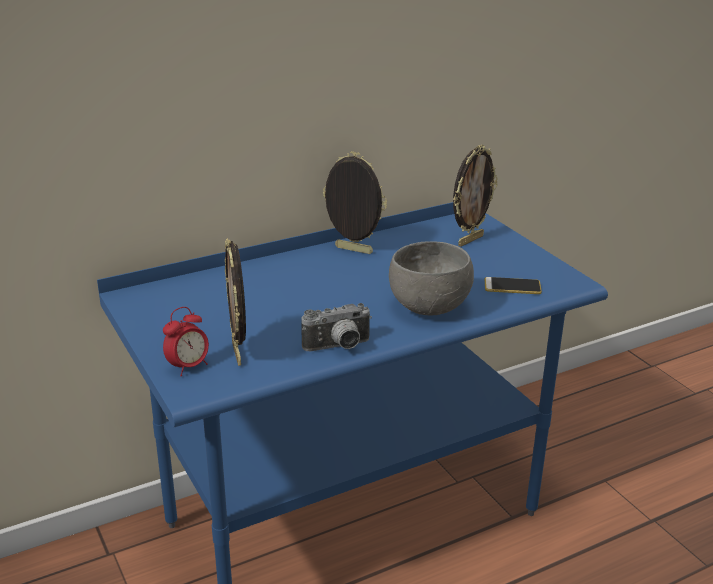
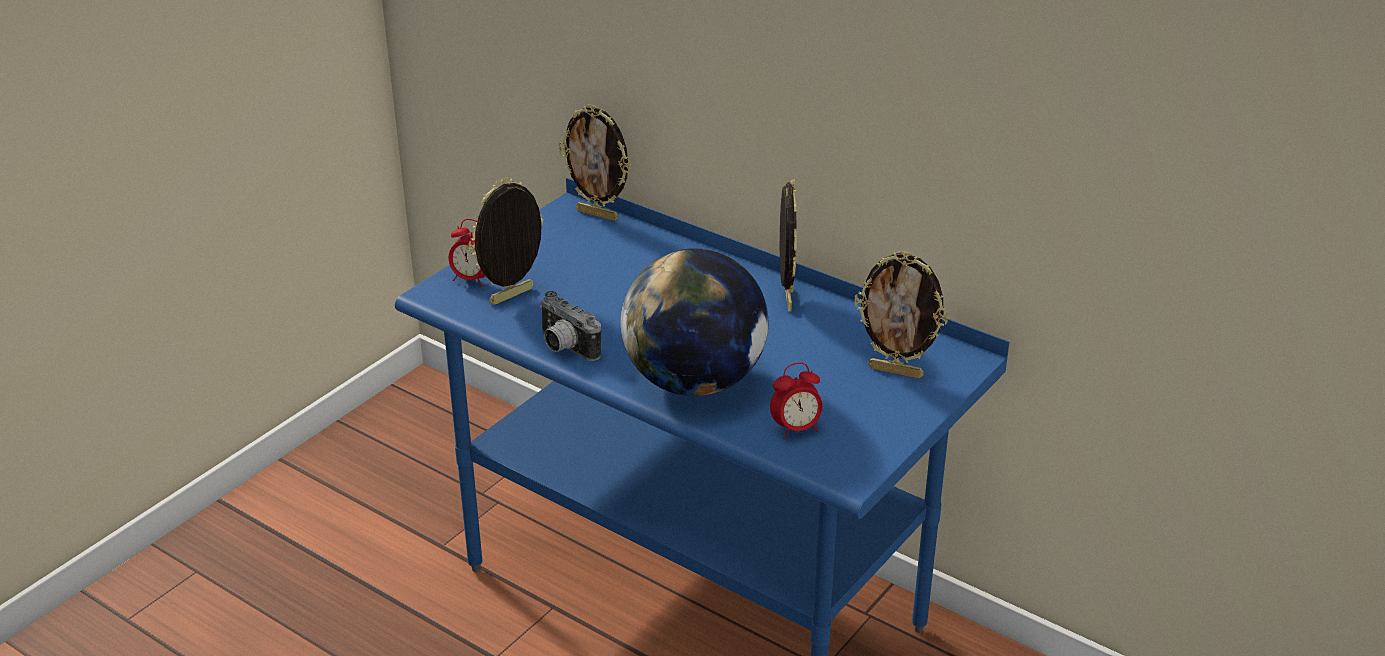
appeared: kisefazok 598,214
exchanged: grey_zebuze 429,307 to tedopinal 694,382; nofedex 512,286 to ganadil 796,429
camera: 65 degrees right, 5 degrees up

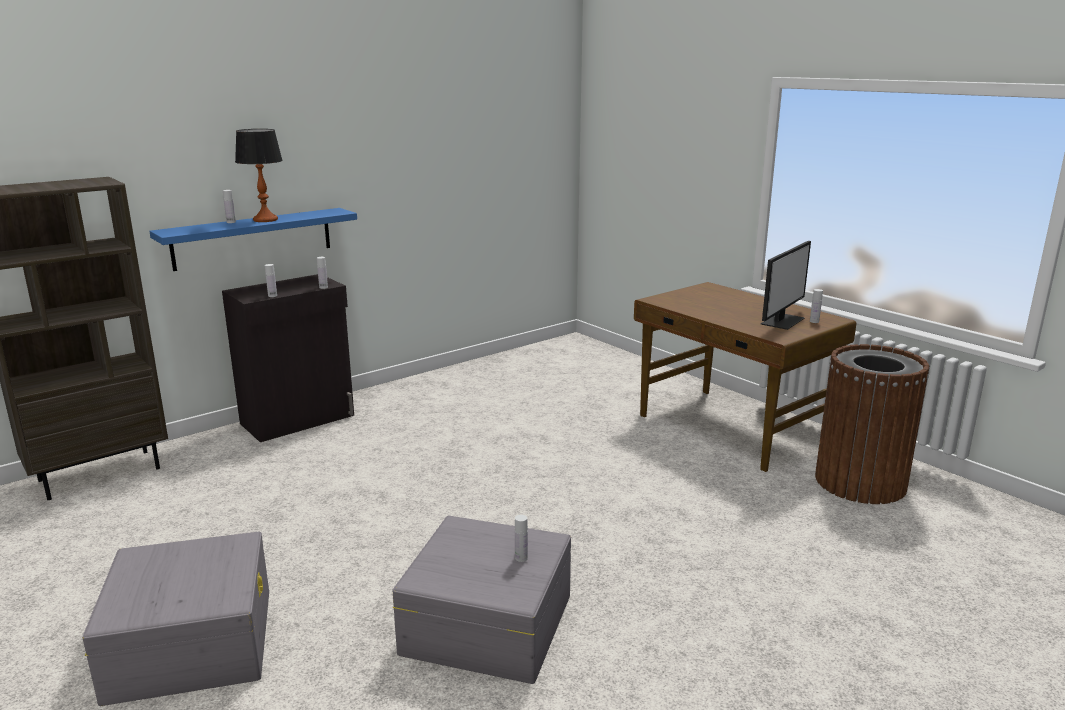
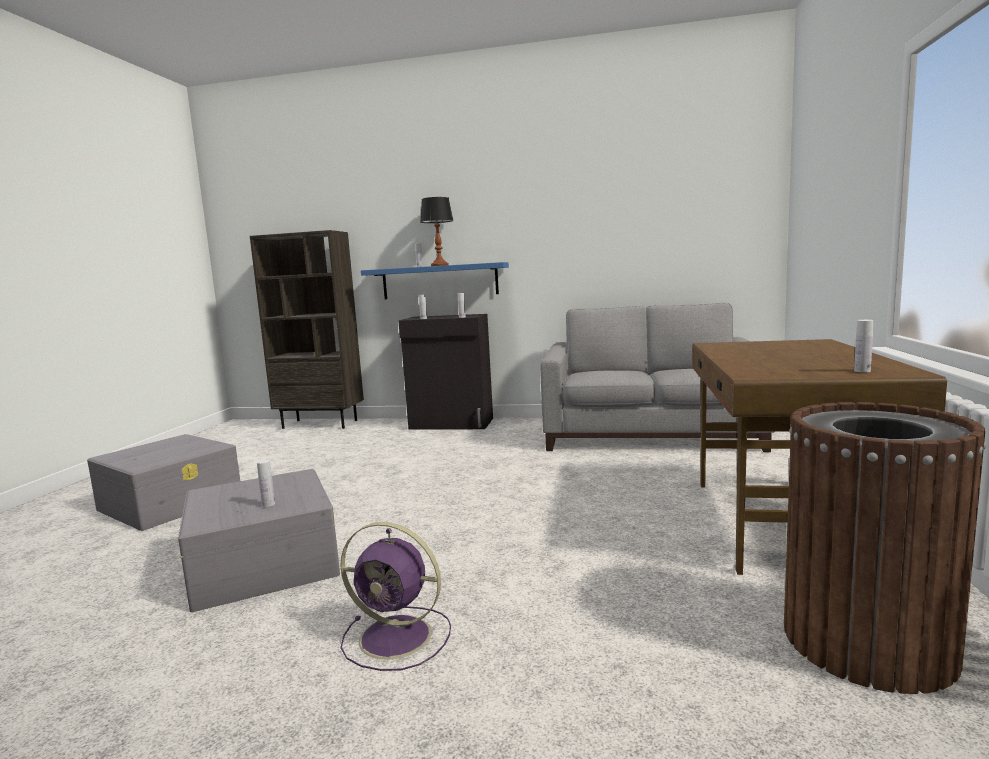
missing: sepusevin 781,321
appeared: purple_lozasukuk 398,637; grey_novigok 650,433
camera: 50 degrees right, 10 degrees down

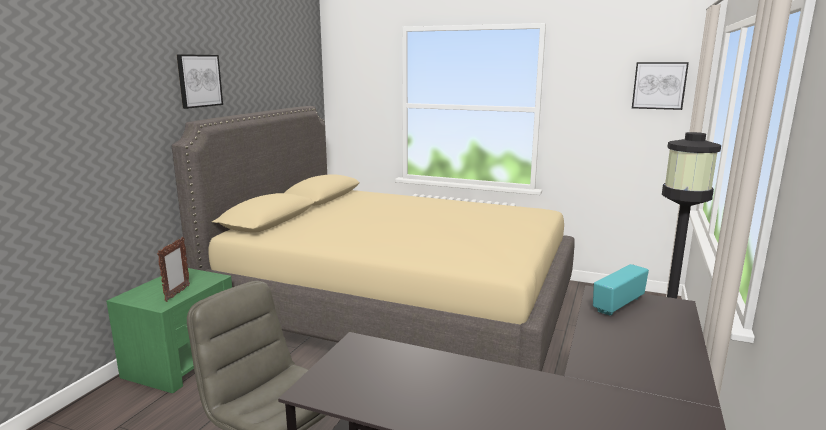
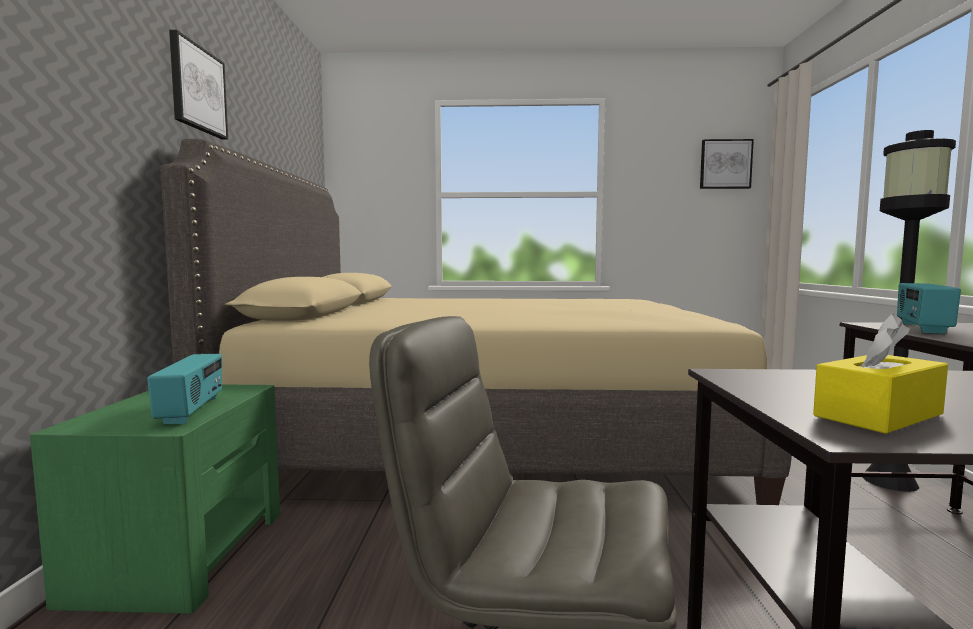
appeared: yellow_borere 878,415
exchanged: kisefazok 177,293 to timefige 192,410
camera: 20 degrees left, 10 degrees down

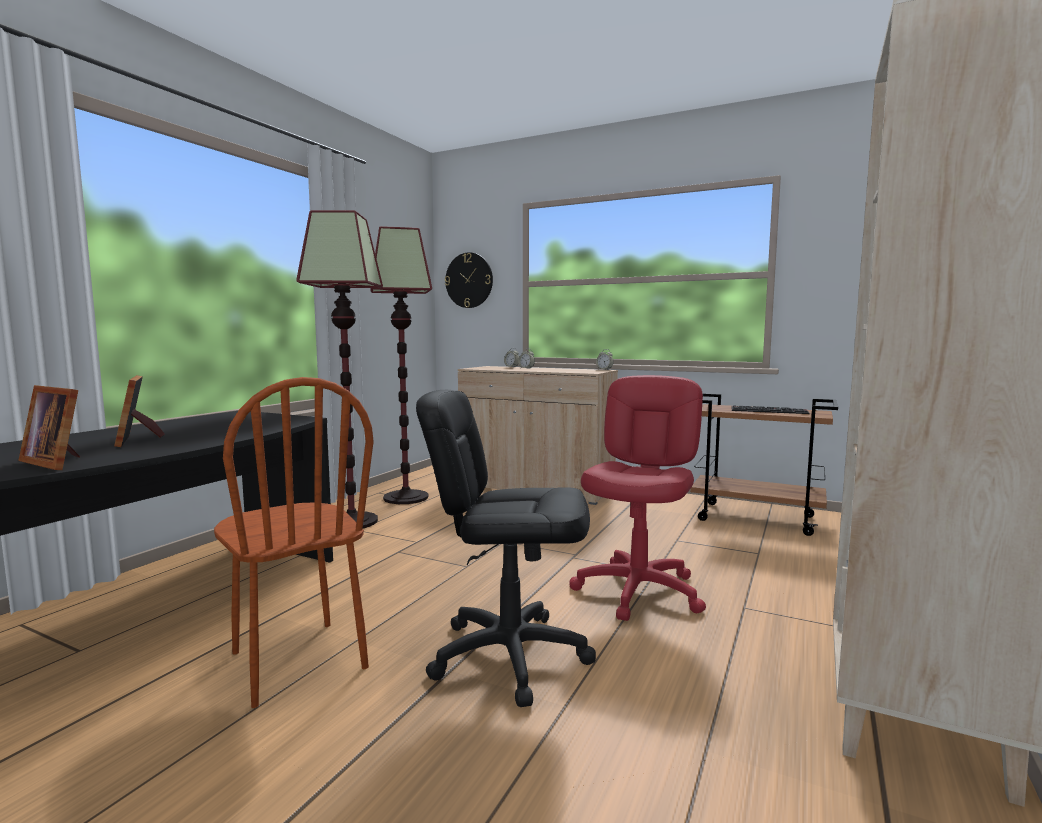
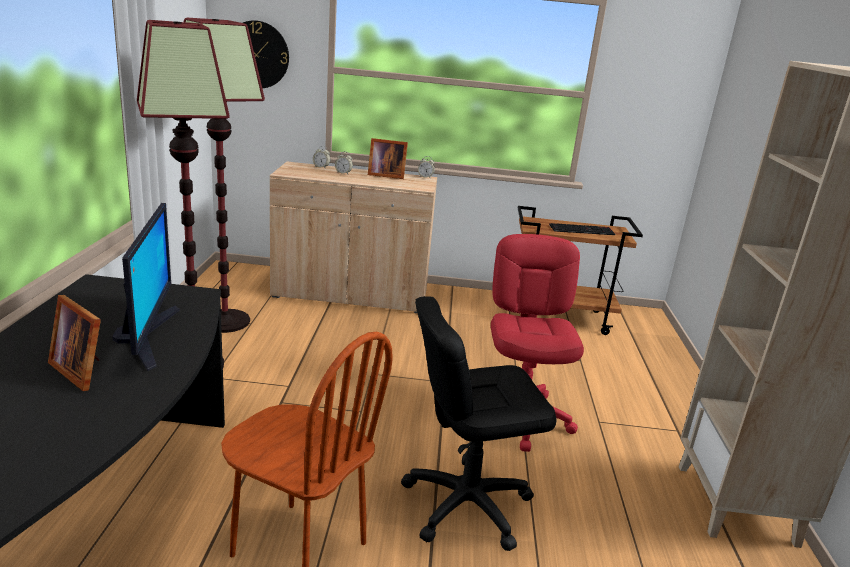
appeared: sepusevin 147,336
relocated: kisefazok 58,462 to 385,175
camera: 25 degrees left, 15 degrees up

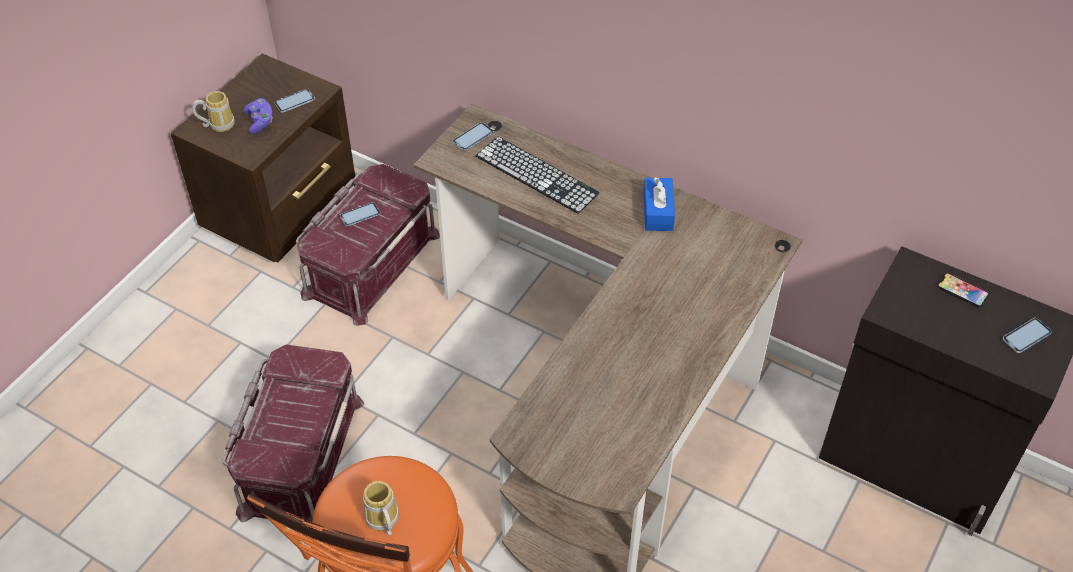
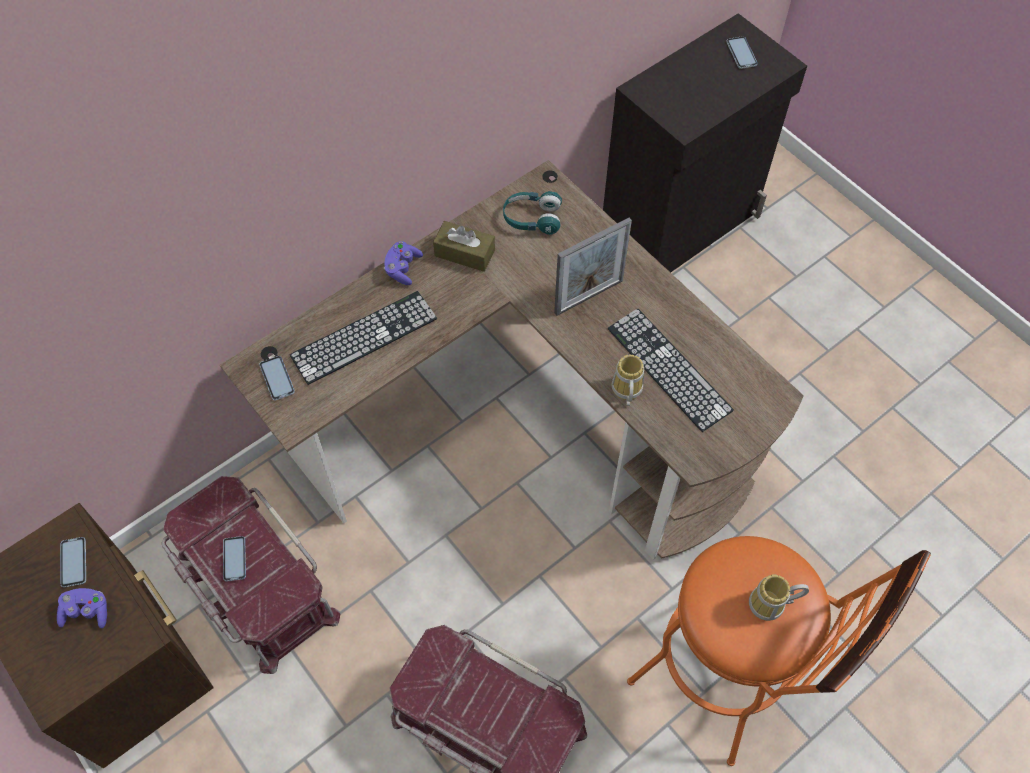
missing: nofedex 962,291
appeared: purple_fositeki 403,268; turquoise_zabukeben 532,219; kisefazok 588,297; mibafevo 668,369
relocated: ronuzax 218,124 to 625,392
colour: blue_borere 658,212 to brown_borere 464,253
camera: 70 degrees left, 10 degrees up

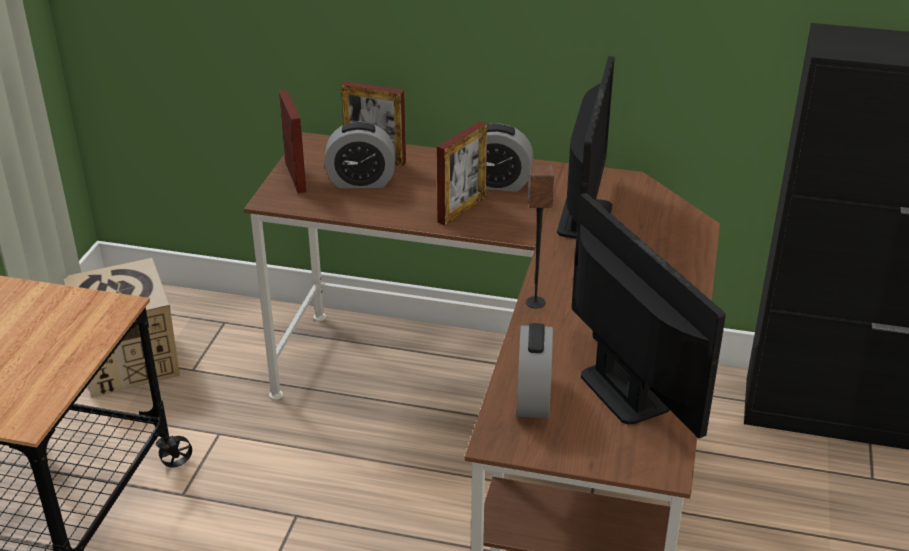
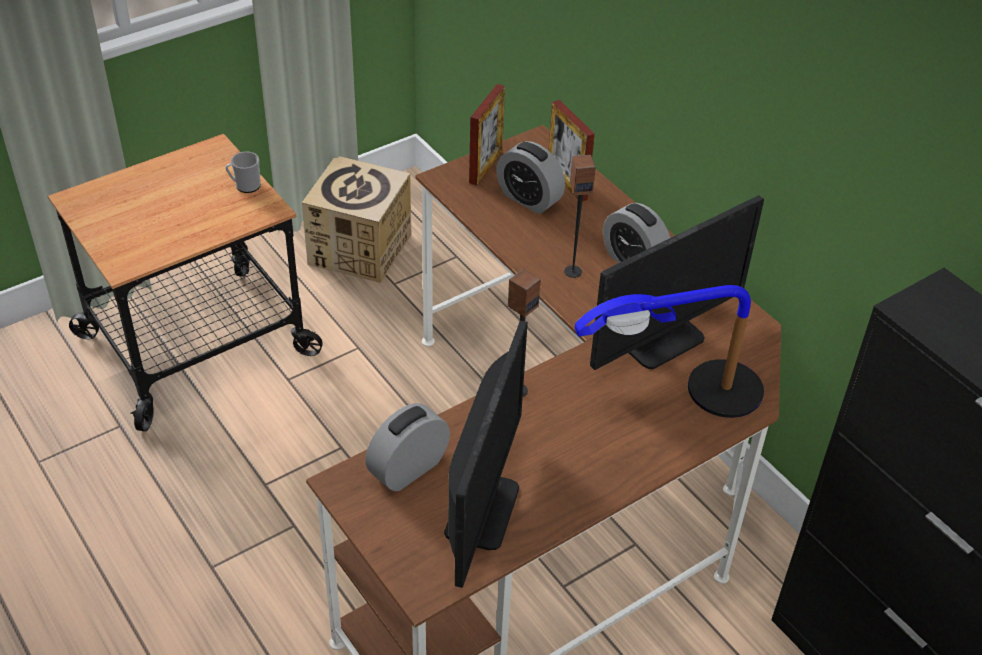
appeared: ronuzax 245,186; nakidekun 685,396
exchanged: kisefazok 462,210 to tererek 572,271
camera: 40 degrees right, 10 degrees up

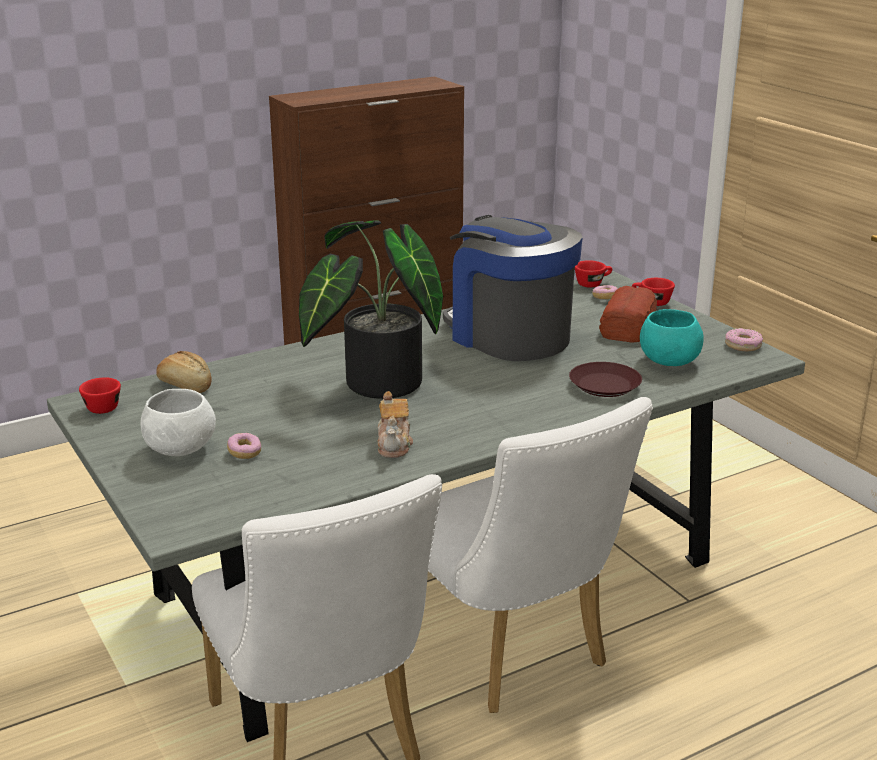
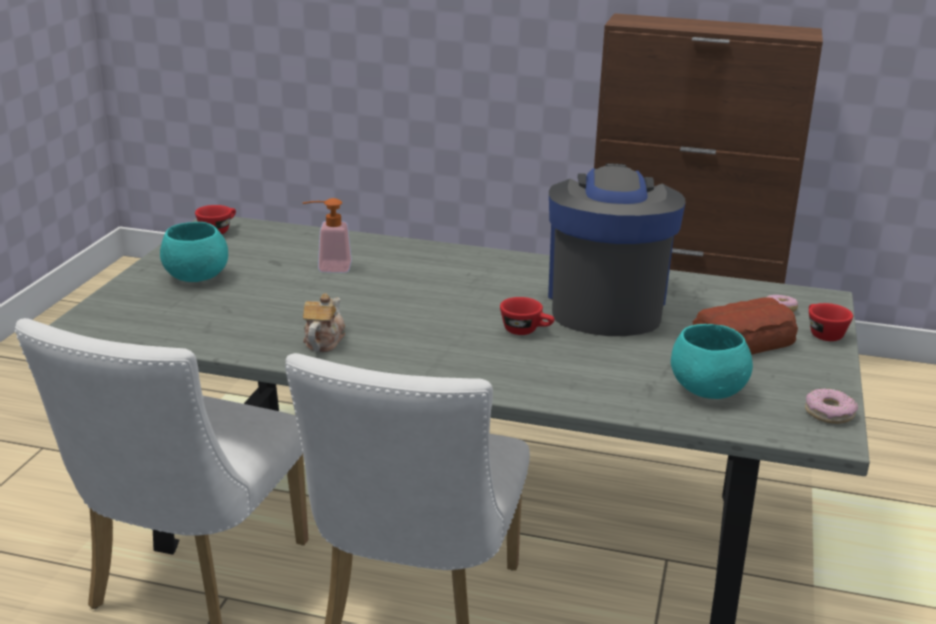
missing: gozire 185,385; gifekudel 244,453; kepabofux 374,384; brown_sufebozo 605,385
appeared: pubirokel 328,267
relocated: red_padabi 593,283 to 526,331
colour: white_zebuze 180,449 to turquoise_zebuze 195,277
spun: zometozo 394,445 = 323,341 150 degrees clockwise
camera: 45 degrees right, 0 degrees up

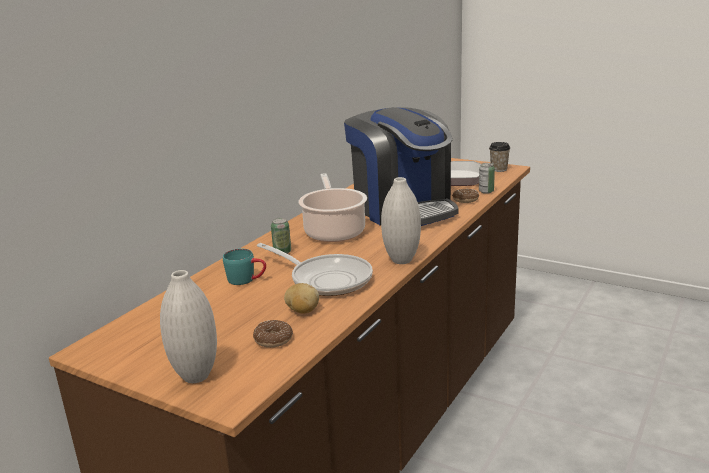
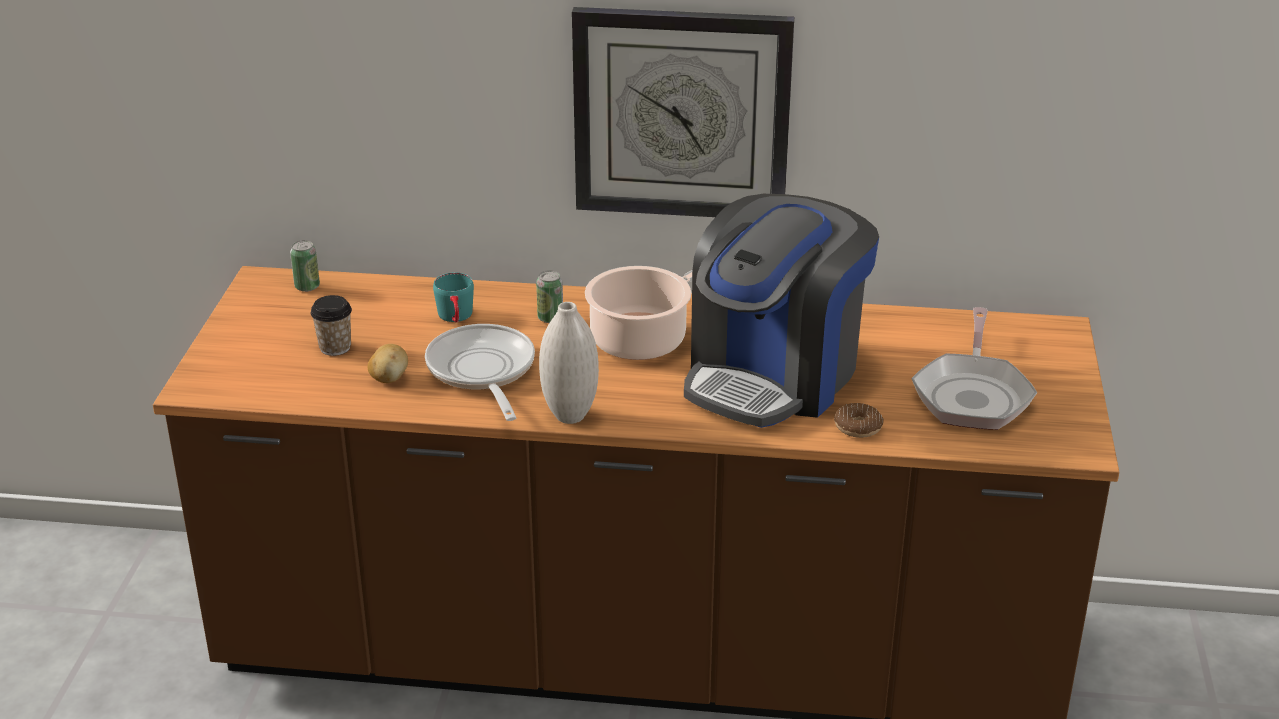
missing: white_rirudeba 196,376; gifekudel 273,339
appeared: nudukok 681,113
relocated: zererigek 486,191 to 307,287; padabi 499,169 to 335,347
spun: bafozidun 326,279 = 482,372 150 degrees clockwise
camera: 65 degrees right, 10 degrees up

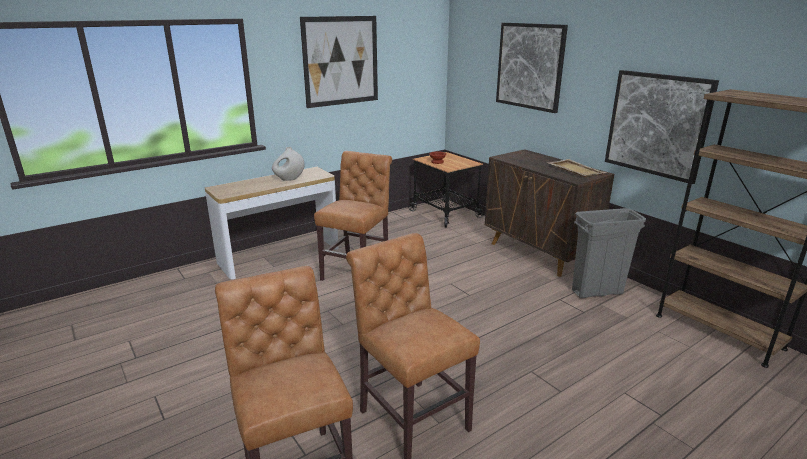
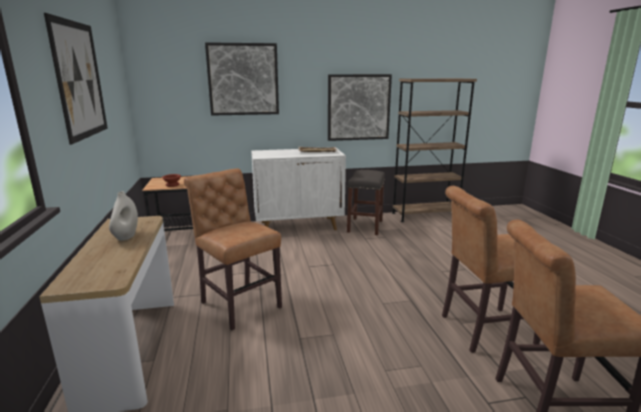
exchanged: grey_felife 597,292 to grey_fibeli 365,226
colour: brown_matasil 539,253 to white_matasil 299,226
camera: 65 degrees left, 5 degrees down

